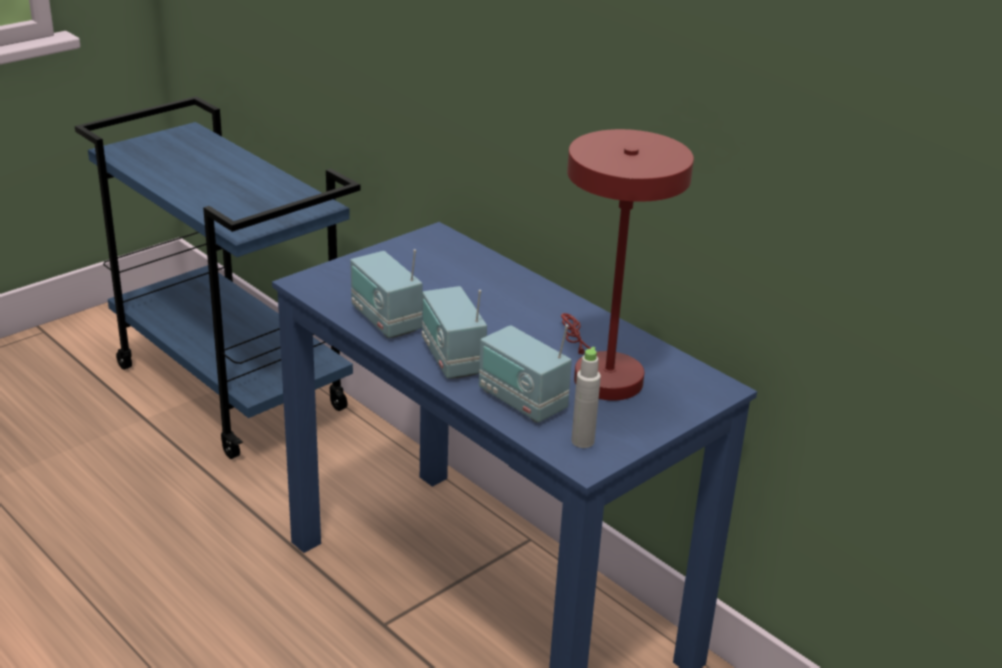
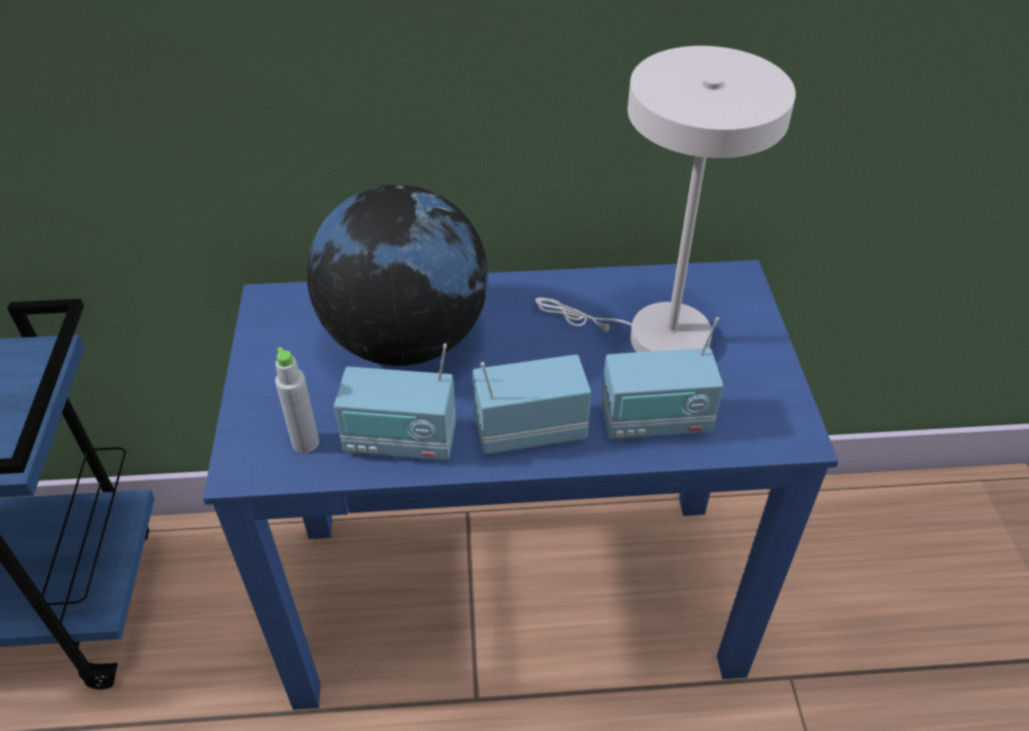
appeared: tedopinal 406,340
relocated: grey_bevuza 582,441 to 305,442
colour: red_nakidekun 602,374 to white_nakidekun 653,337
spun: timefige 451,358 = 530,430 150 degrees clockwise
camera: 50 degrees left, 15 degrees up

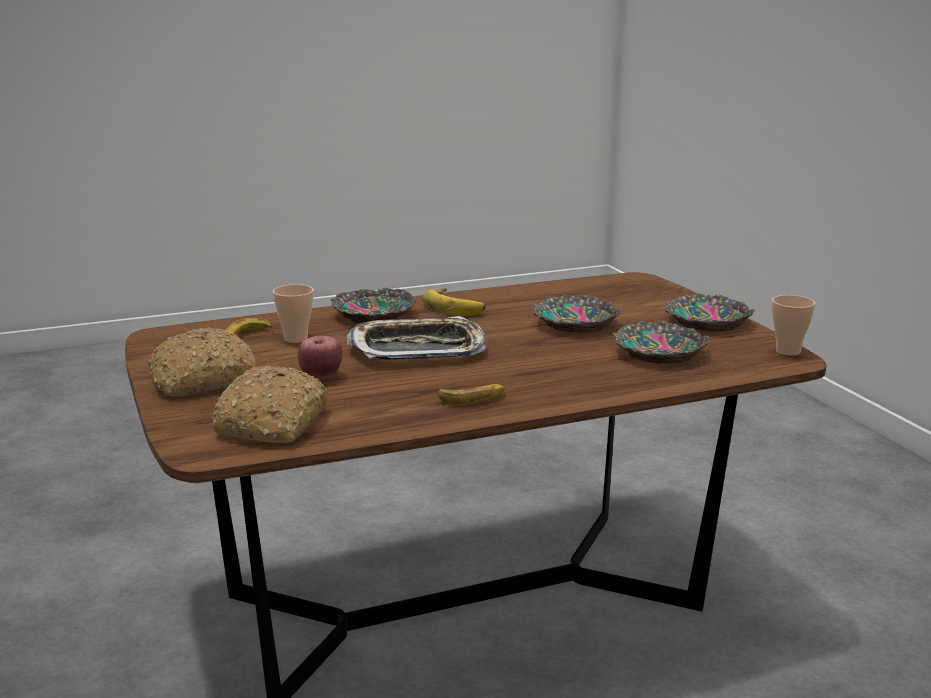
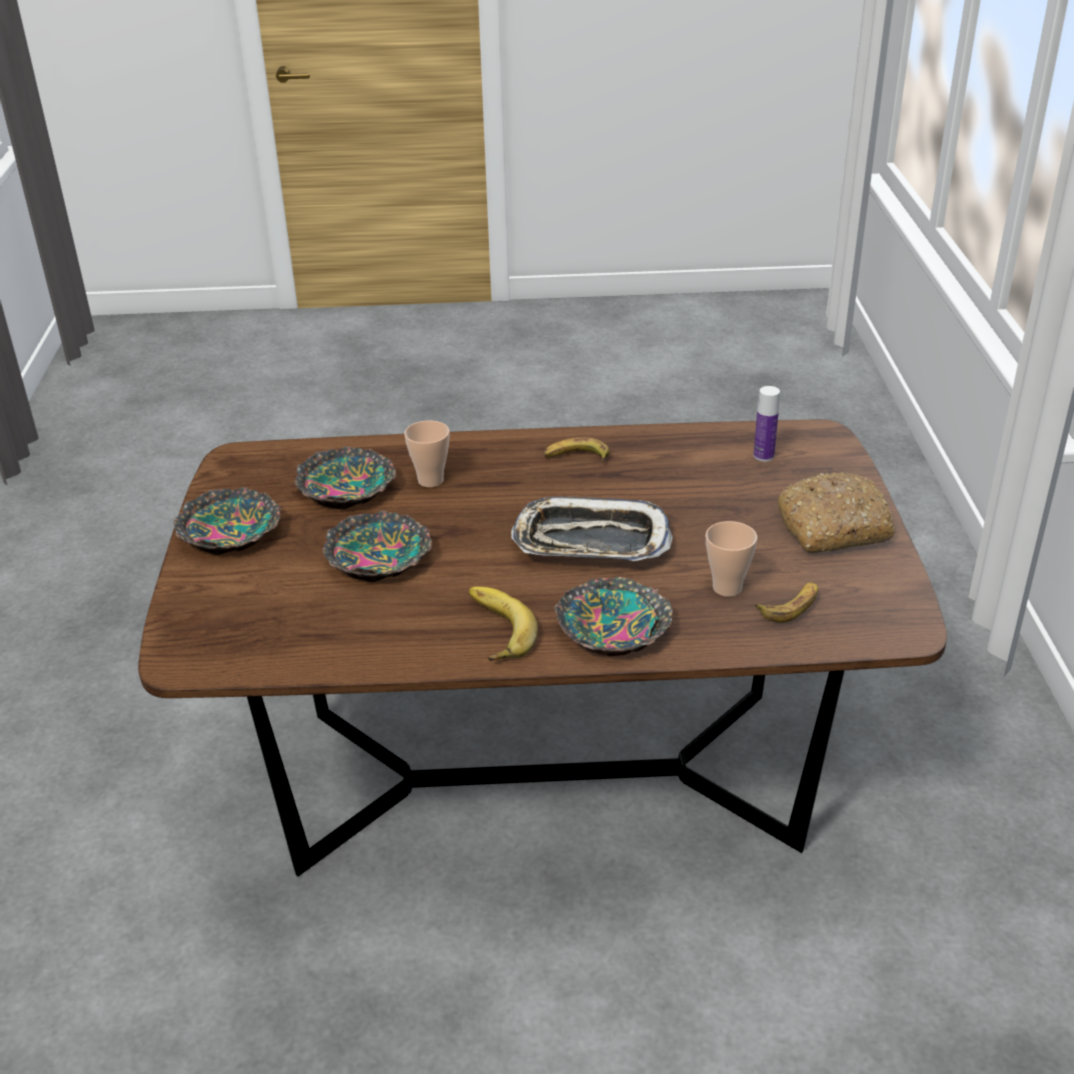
missing: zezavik 321,376
relocated: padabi 788,351 to 430,480
exchanged: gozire 272,424 to bevuza 763,456
camera: 160 degrees left, 15 degrees up

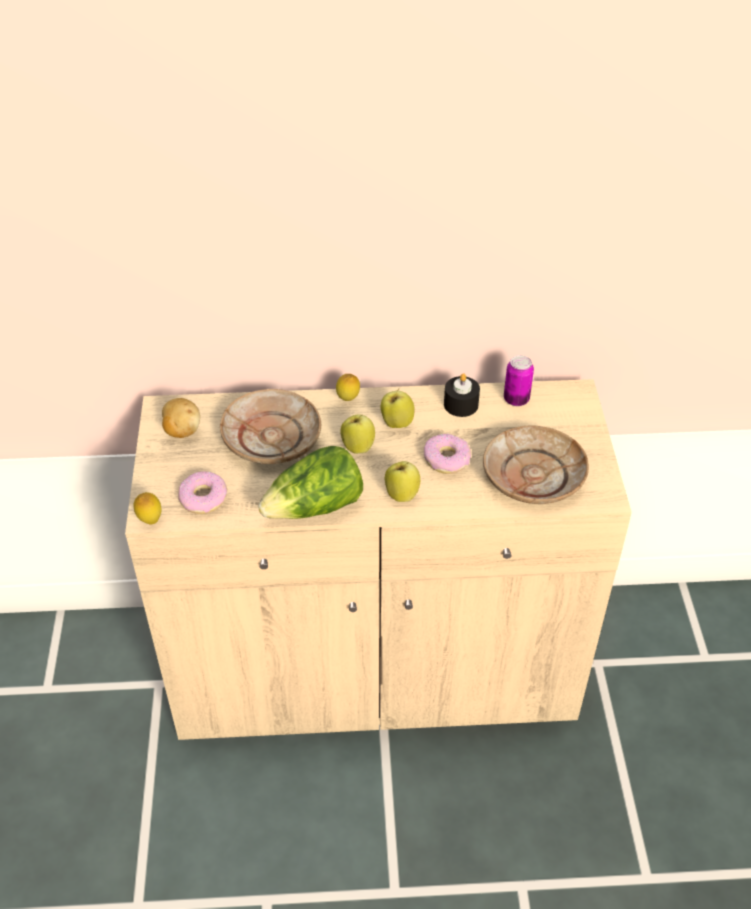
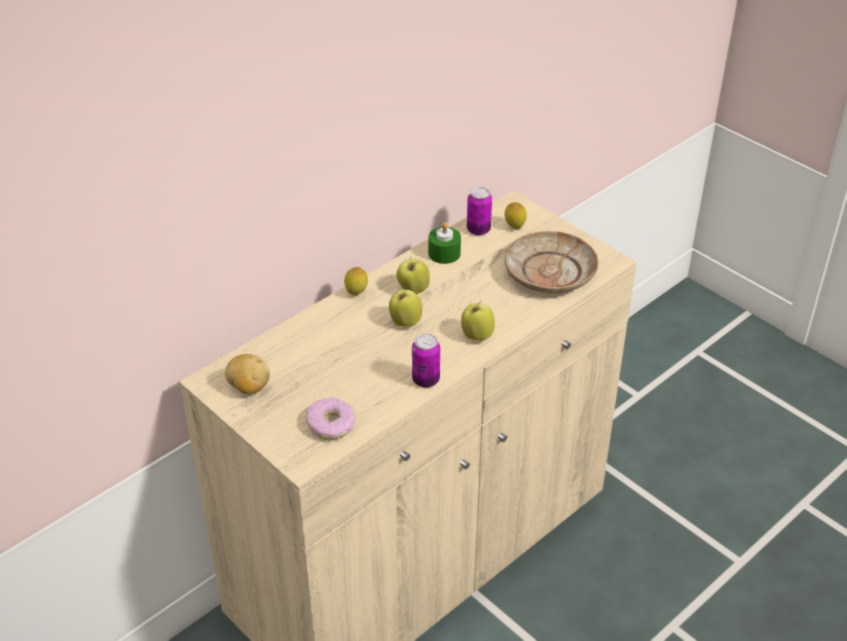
missing: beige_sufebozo 271,437; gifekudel 447,459
relocated: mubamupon 150,520 to 514,227
exchanged: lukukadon 315,507 to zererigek 425,380
colour: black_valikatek 461,404 to green_valikatek 444,253
camera: 40 degrees left, 5 degrees down

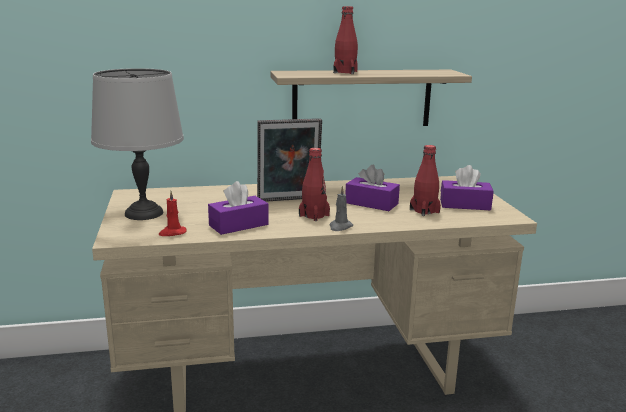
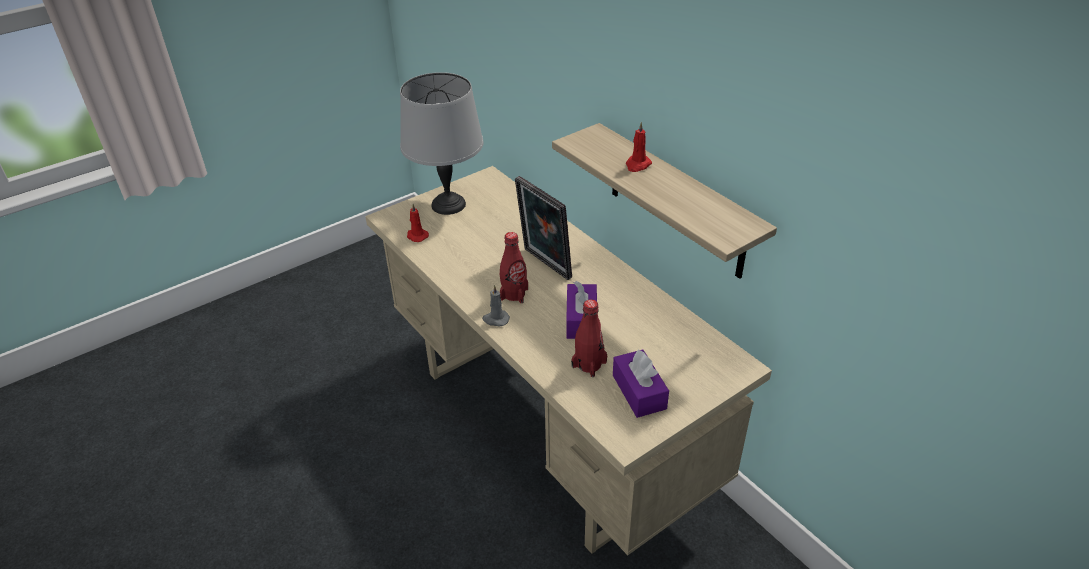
missing: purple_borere 238,225
exchanged: red_bevuza 345,72 to red_valikatek 637,165
camera: 65 degrees right, 20 degrees up

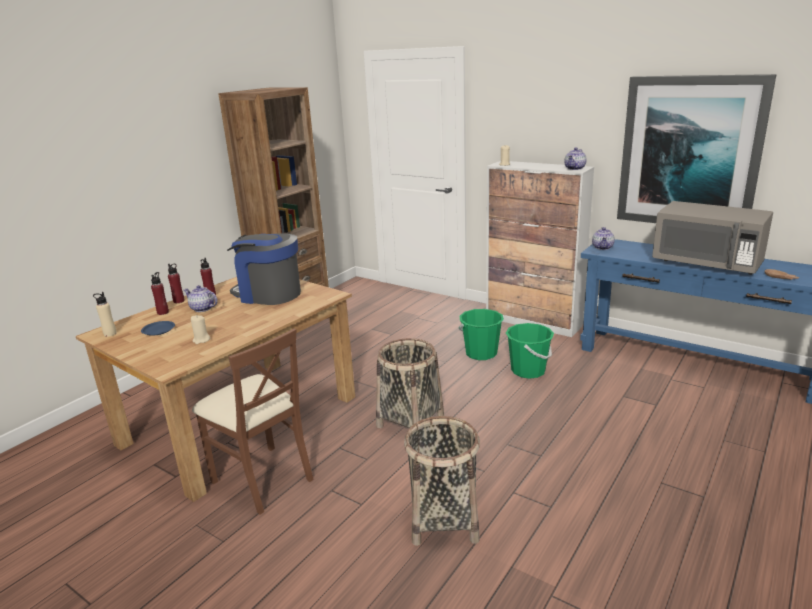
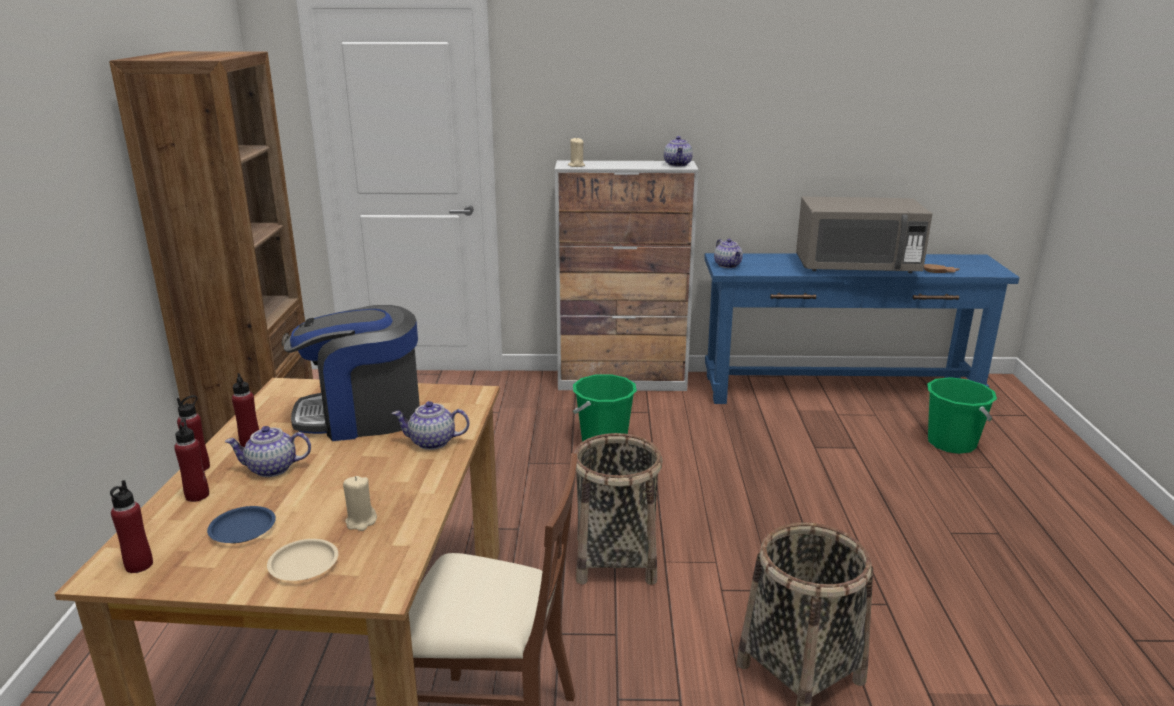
missing: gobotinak 690,152
appeared: beige_sufebozo 303,564; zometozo 432,442
relocated: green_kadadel 528,371 to 951,443
colour: beige_bevuza 110,333 to red_bevuza 139,565
camera: 35 degrees left, 0 degrees up

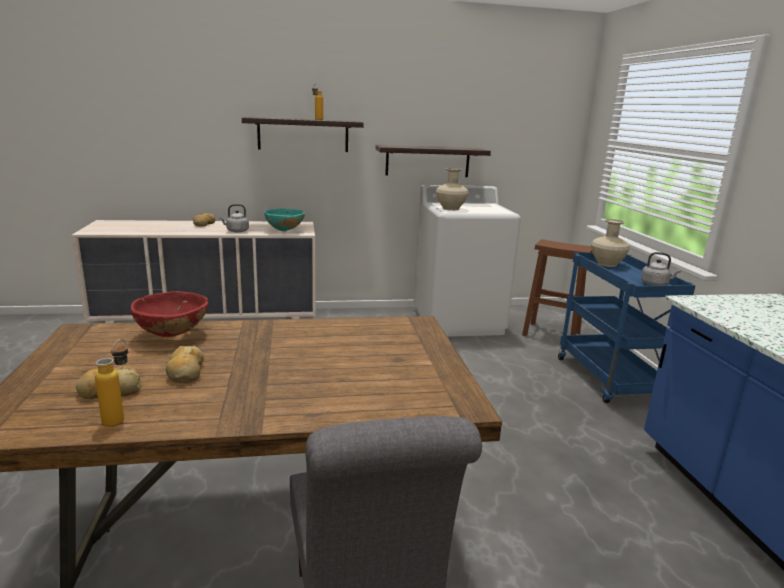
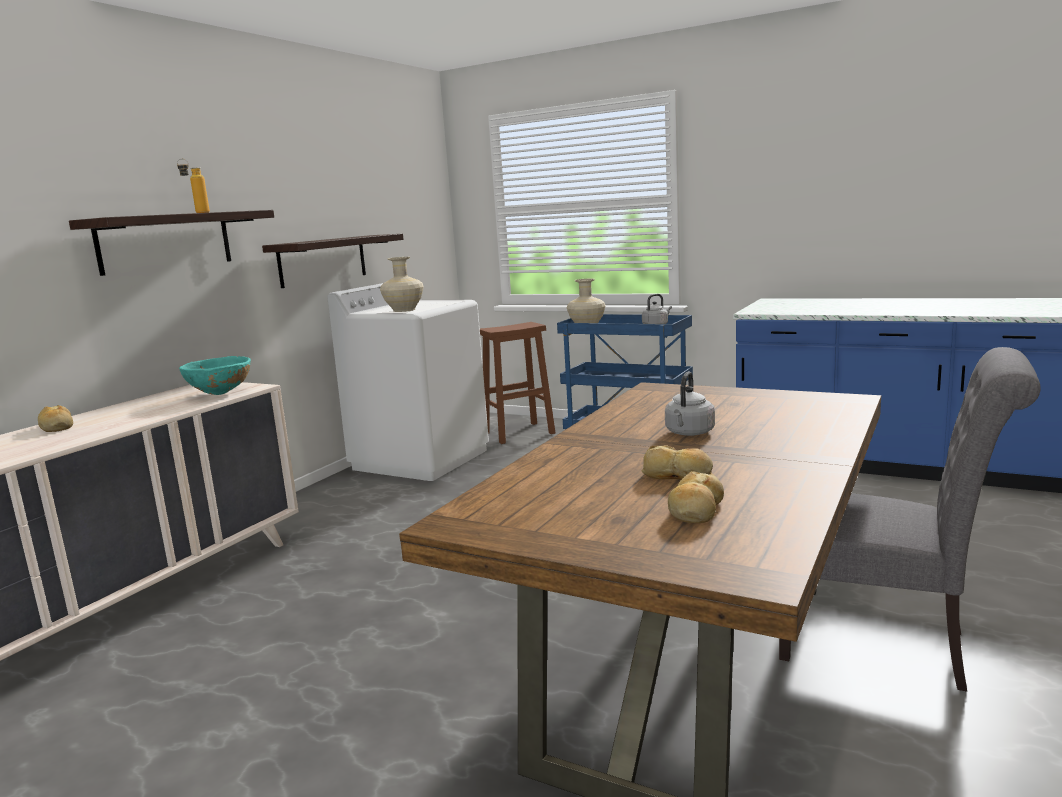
missing: bevuza 120,418; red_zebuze 173,335
relocated: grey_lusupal 236,231 to 689,433
camera: 50 degrees left, 5 degrees down

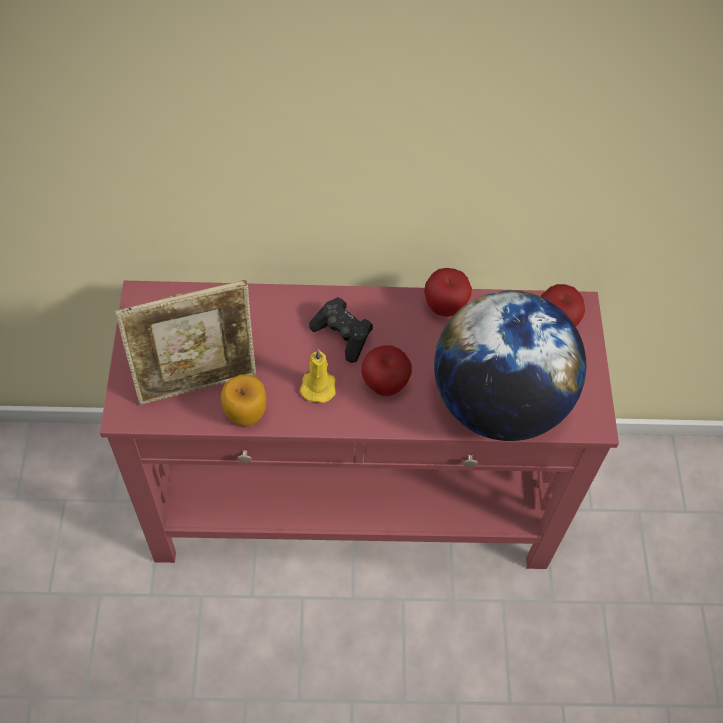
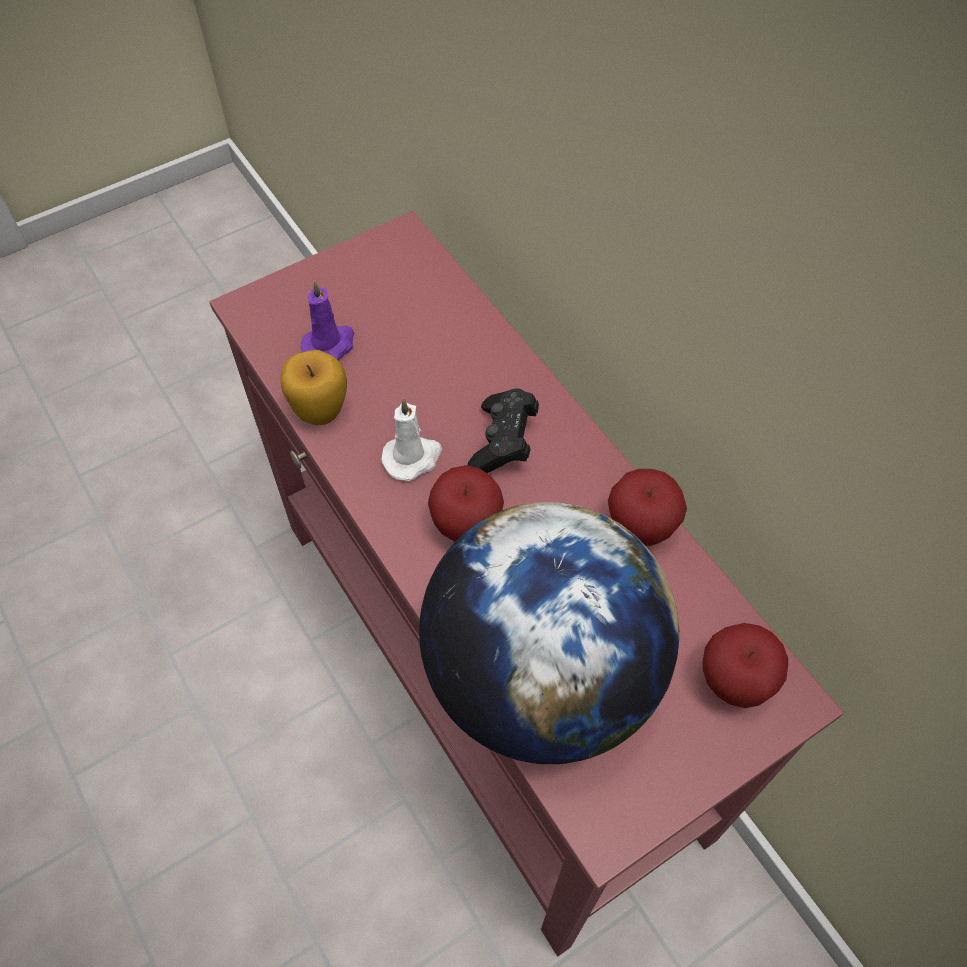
exchanged: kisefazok 198,383 to purple_valikatek 330,345
colour: yellow_valikatek 318,385 to white_valikatek 413,457
camera: 60 degrees right, 0 degrees up

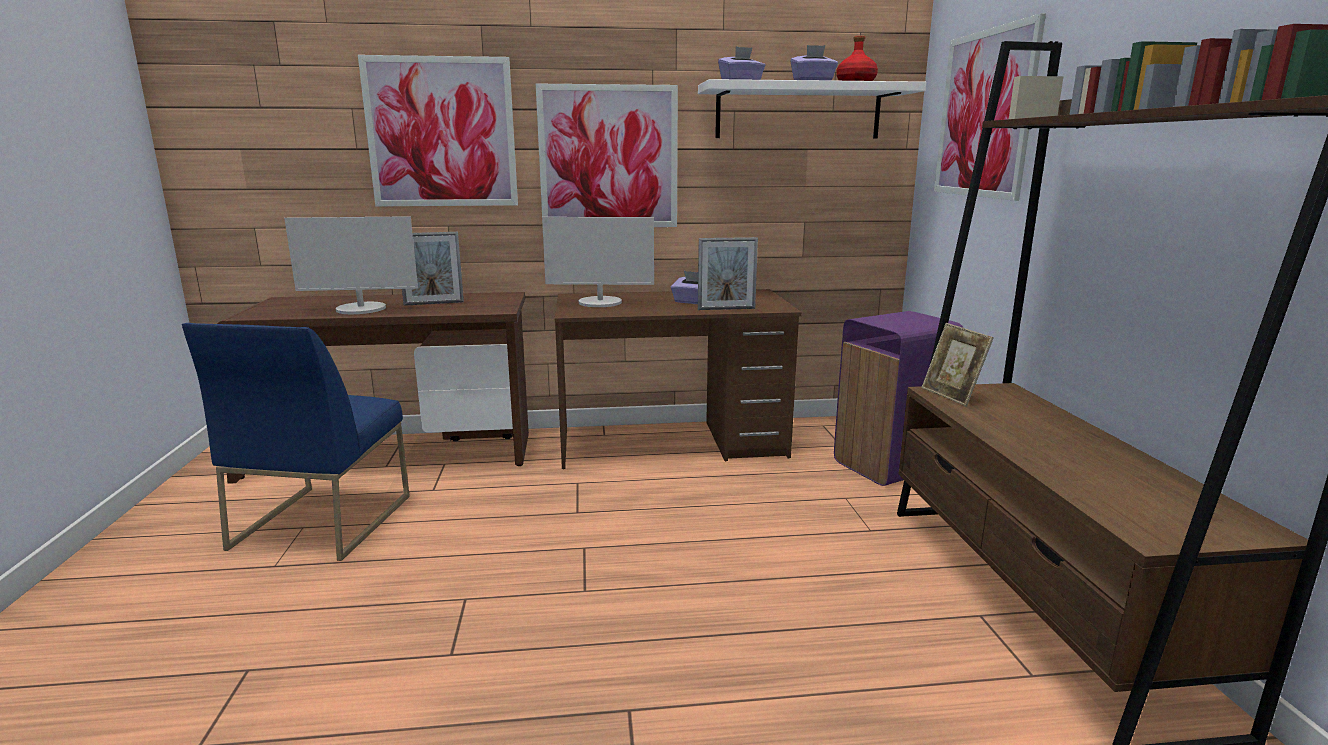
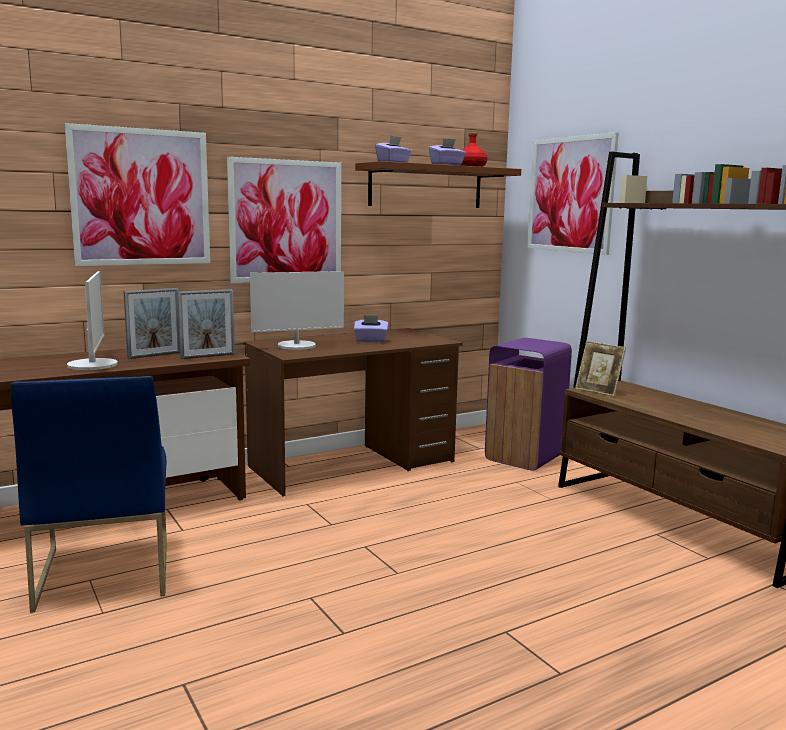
relocated: kisefazok 726,309 to 208,356
colour: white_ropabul 798,112 to brown_ropabul 426,187
spun: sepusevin 361,309 = 93,365 75 degrees counterclockwise
camera: 25 degrees left, 5 degrees down

